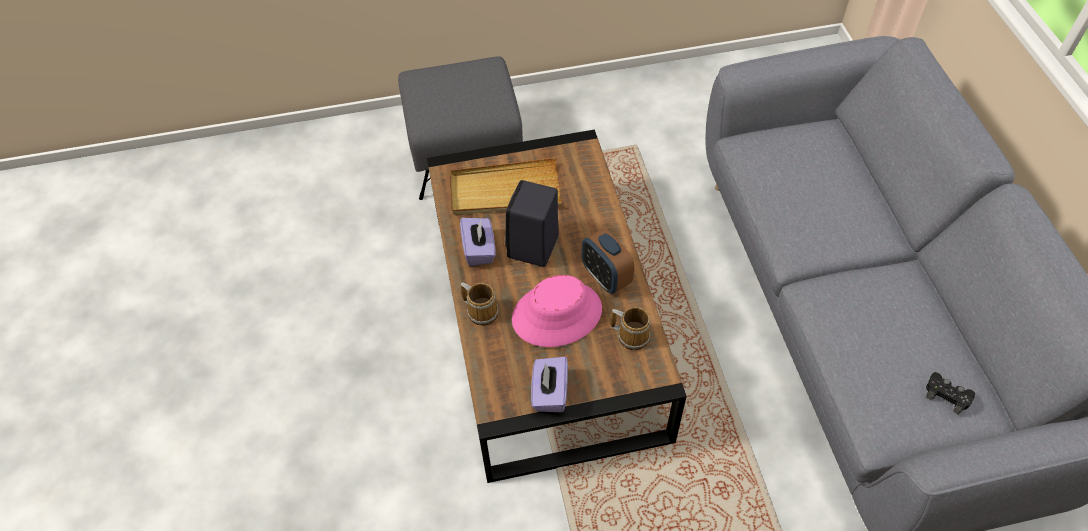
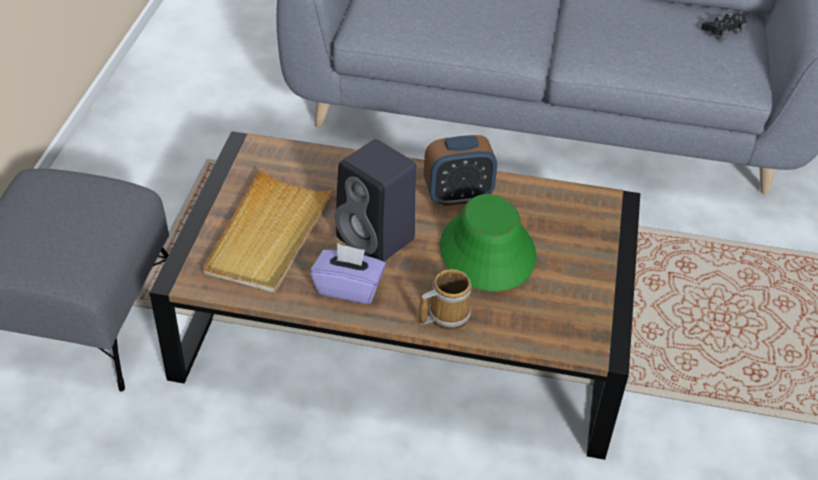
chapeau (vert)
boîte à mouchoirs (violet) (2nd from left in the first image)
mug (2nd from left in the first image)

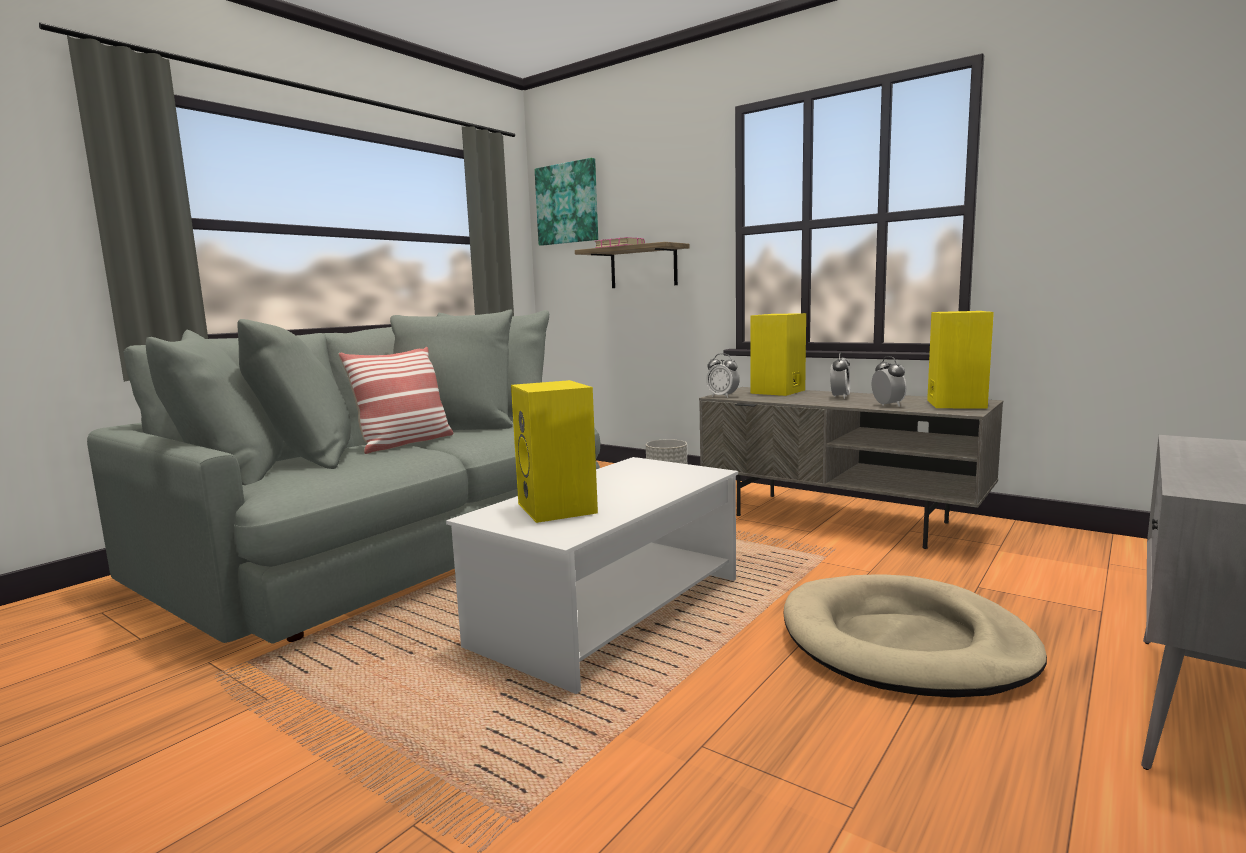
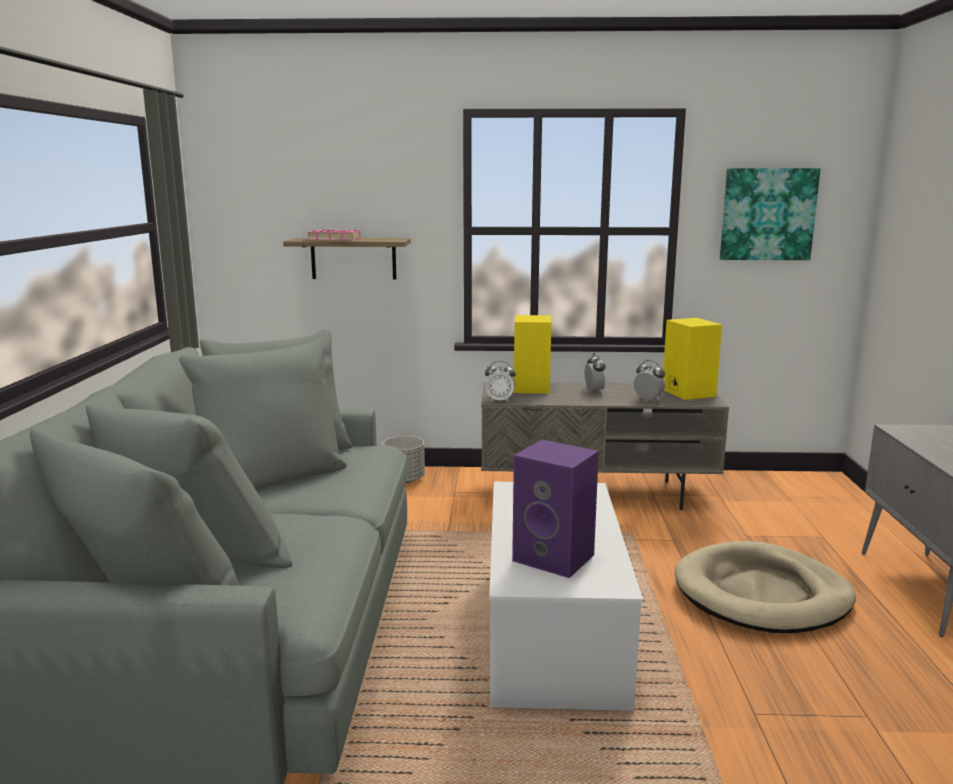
coussin
enceinte (violet)
tableau

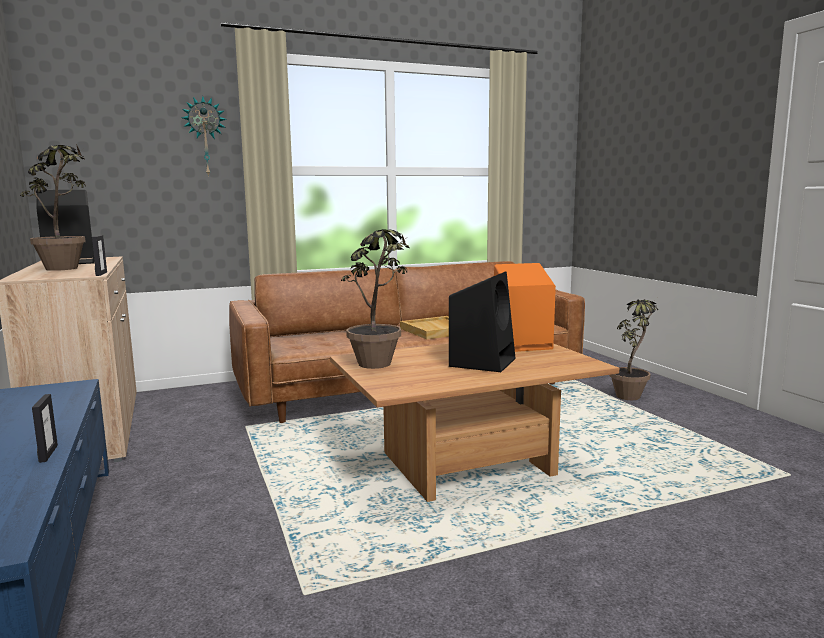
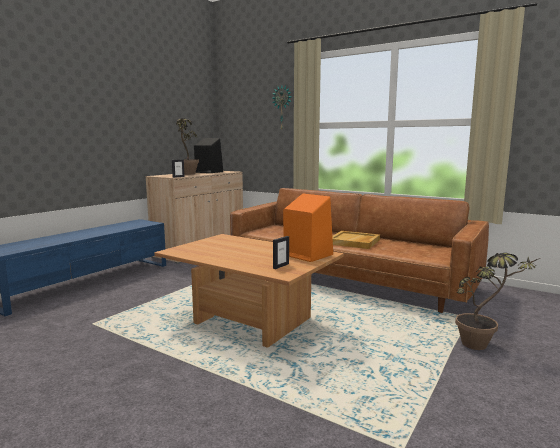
cadre photo (2nd from left)
plante en pot (2nd from left in the first image)
enceinte (noir) (2nd from left in the first image)

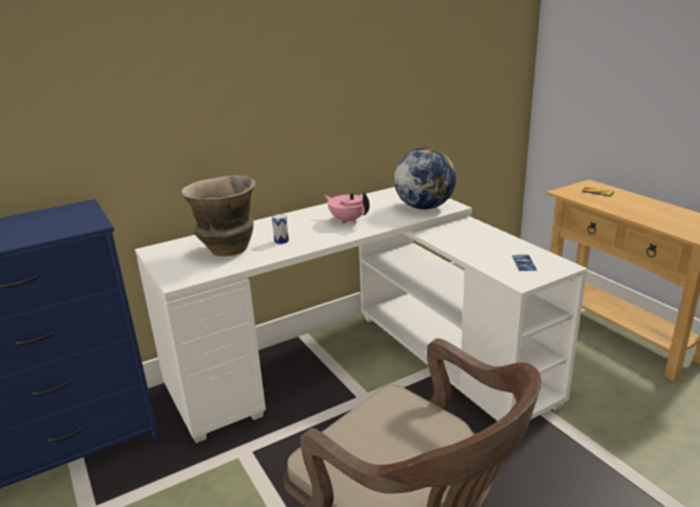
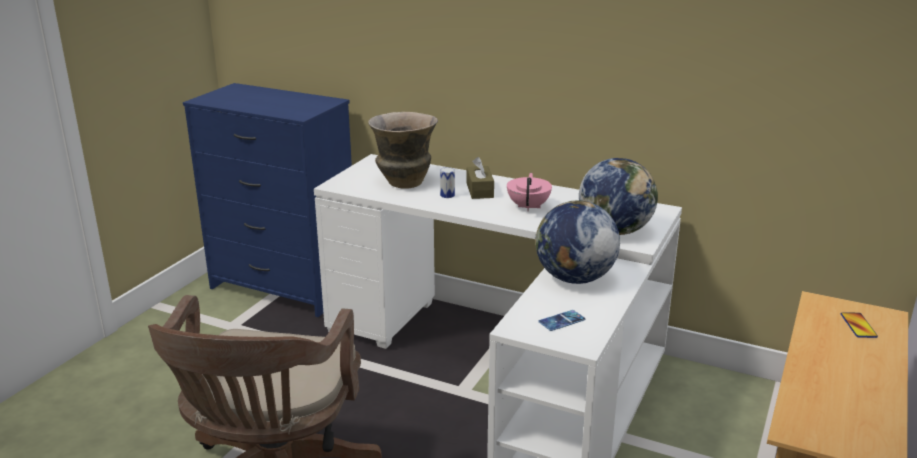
boîte à mouchoirs (marron)
globe (1st from left)

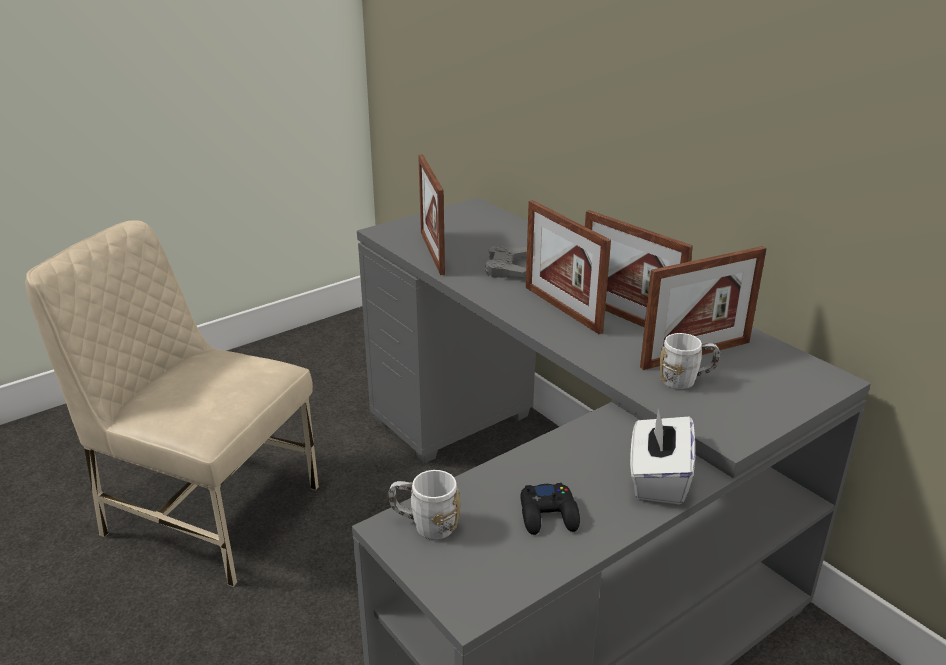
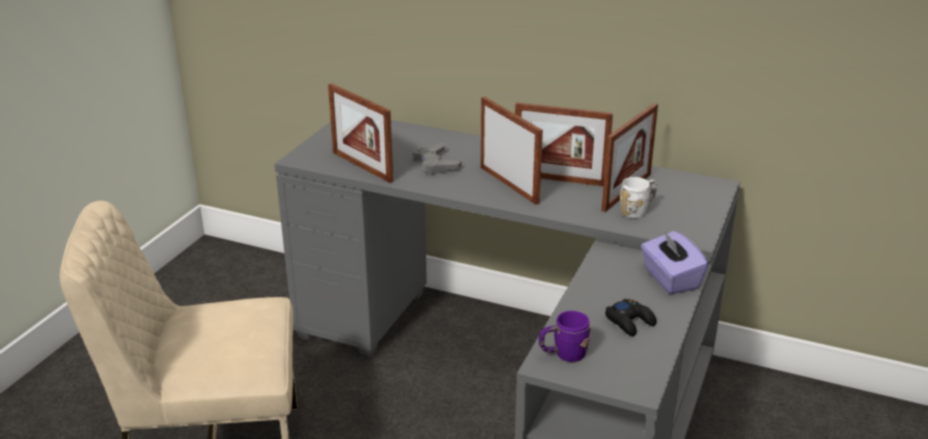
mug (violet)
cadre photo (2nd from left)
boîte à mouchoirs (violet)

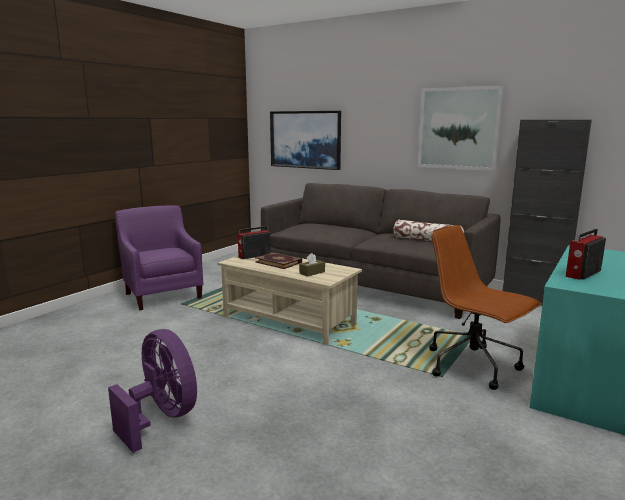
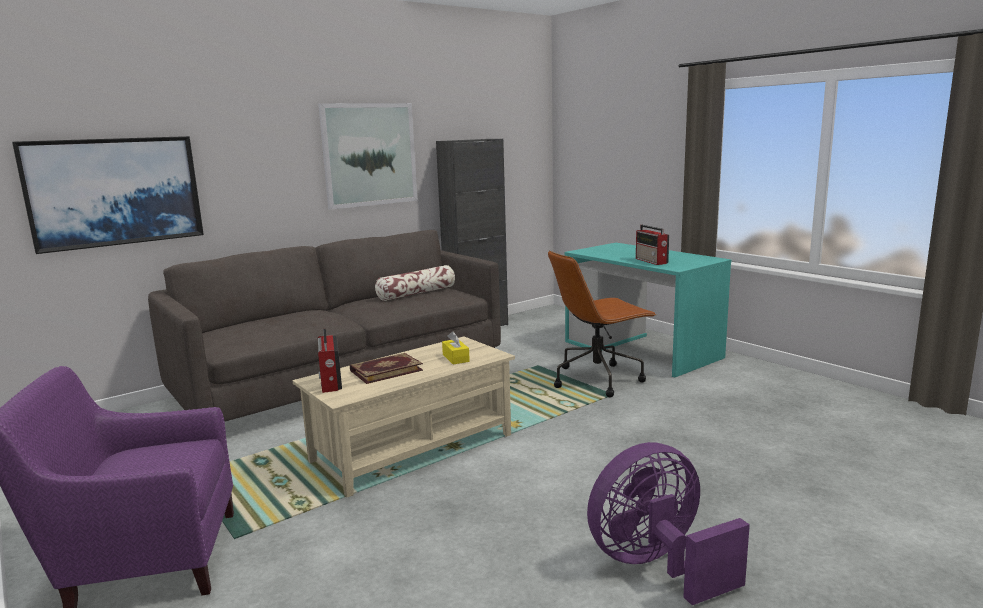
boîte à mouchoirs (jaune)

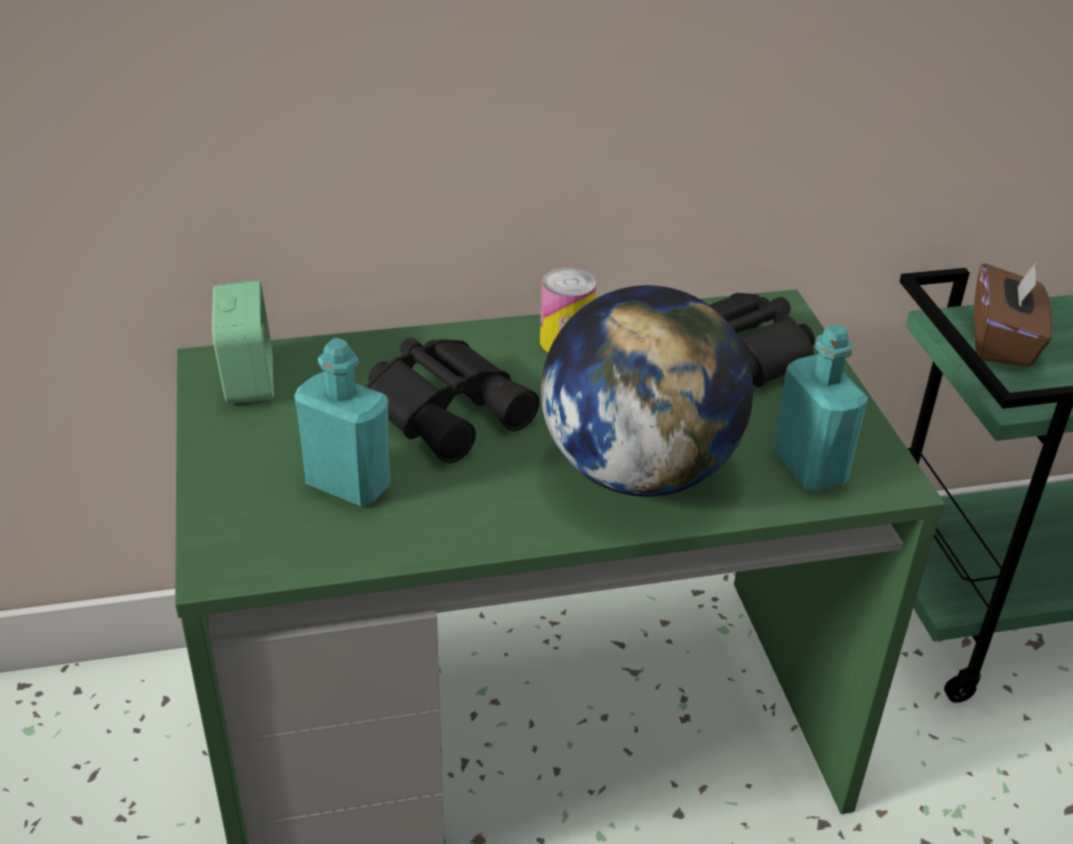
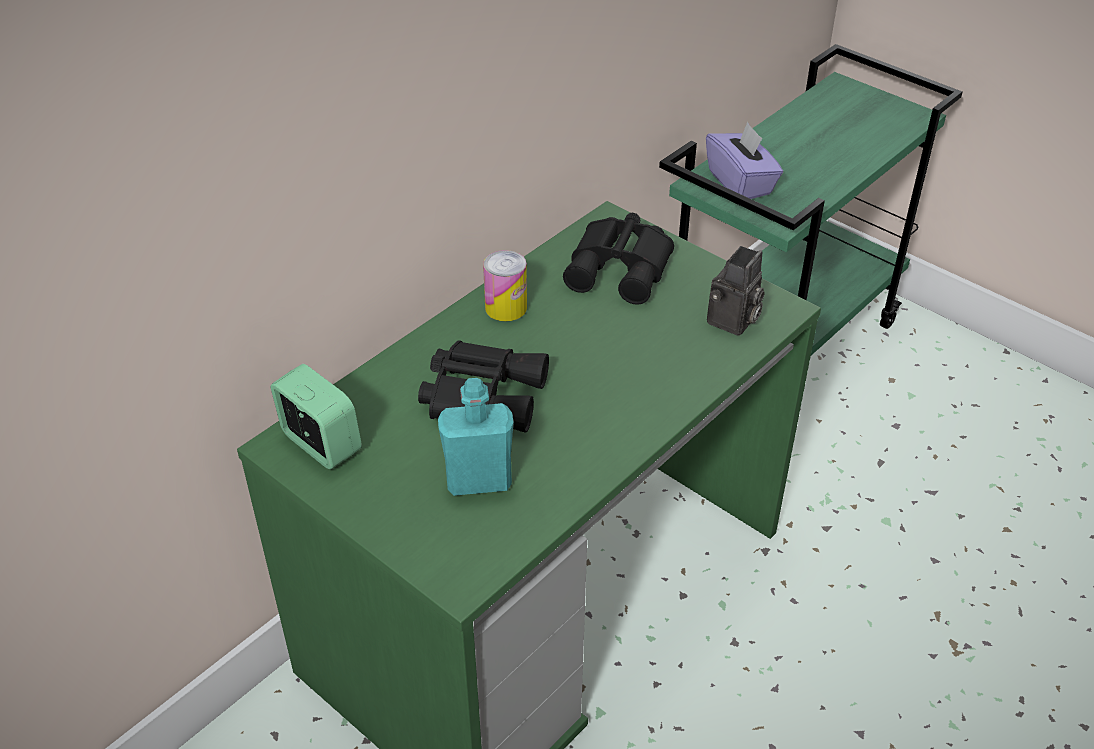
globe
appareil photo
boîte à mouchoirs (violet)

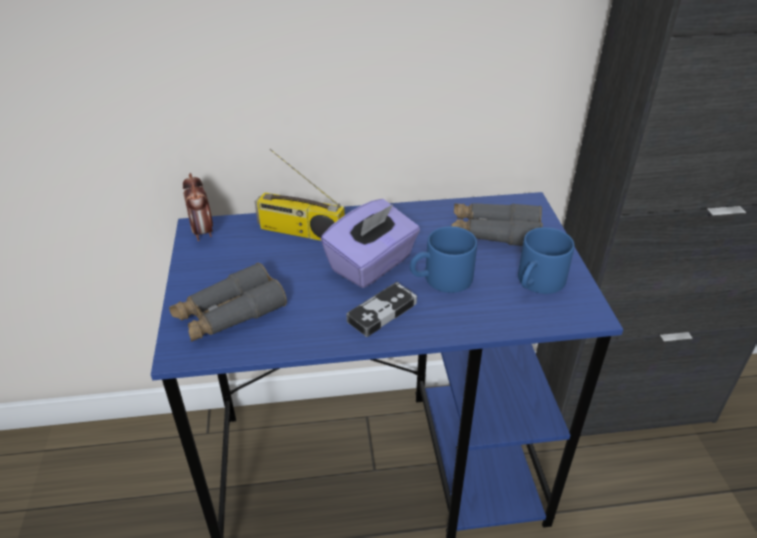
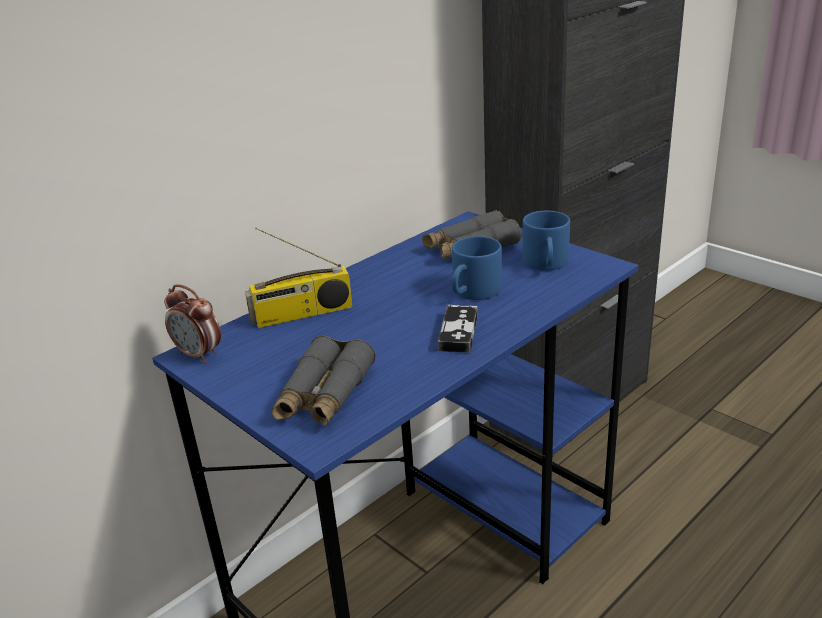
boîte à mouchoirs (violet)

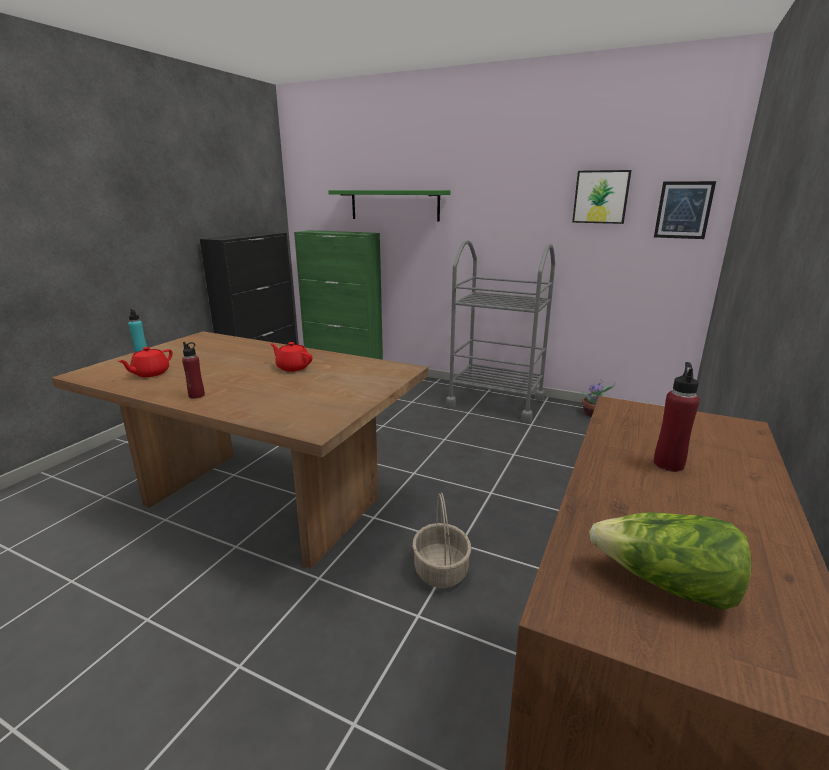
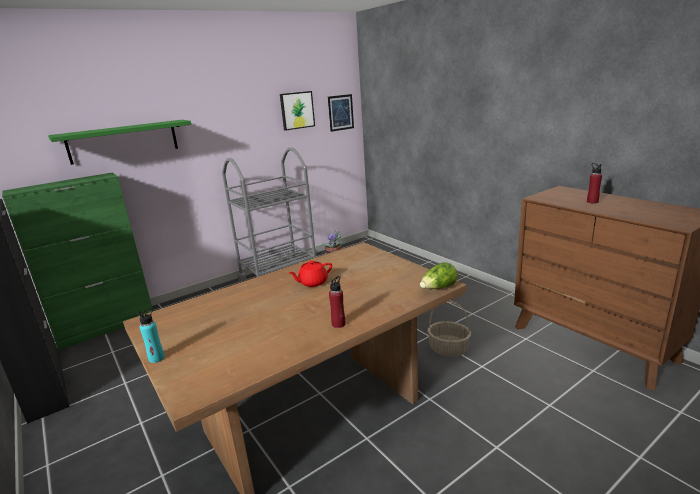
théière (rouge) (1st from left in the first image)
laitue

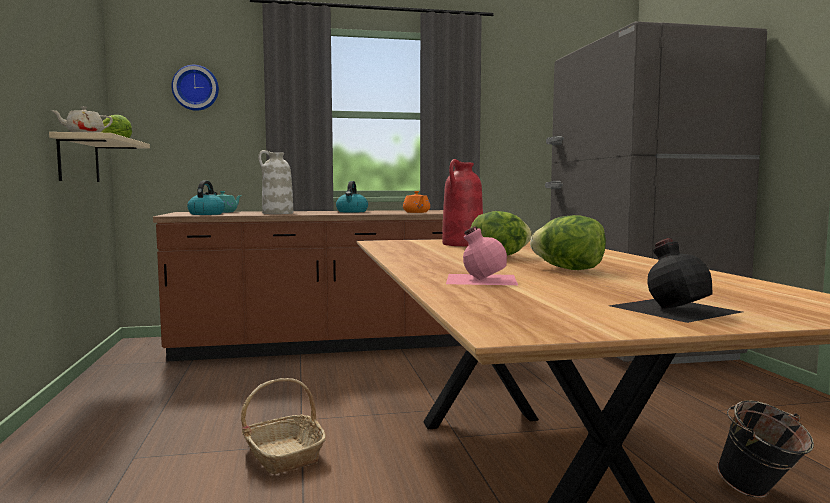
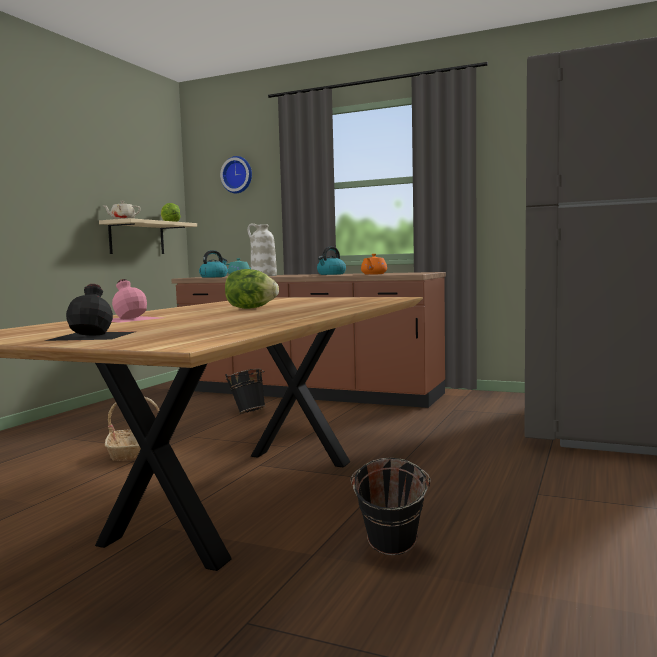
vase (rouge)
laitue (3rd from left in the first image)
seau (noir) (1st from left)

